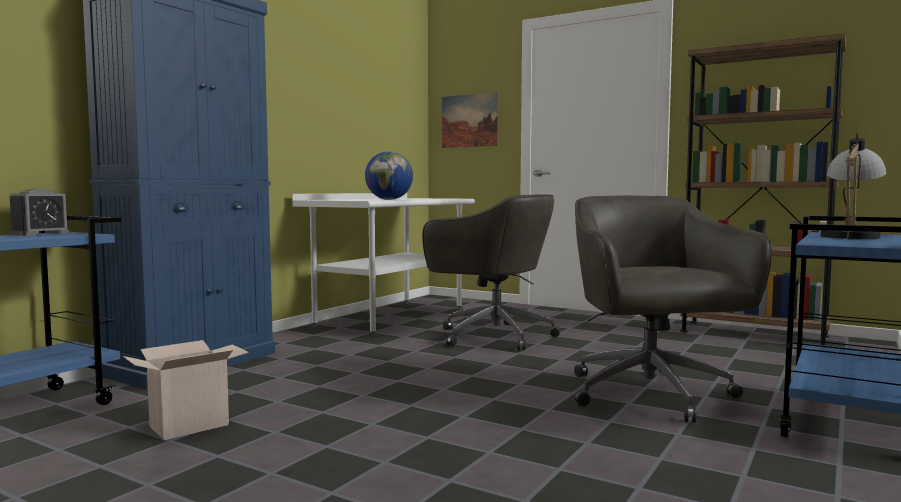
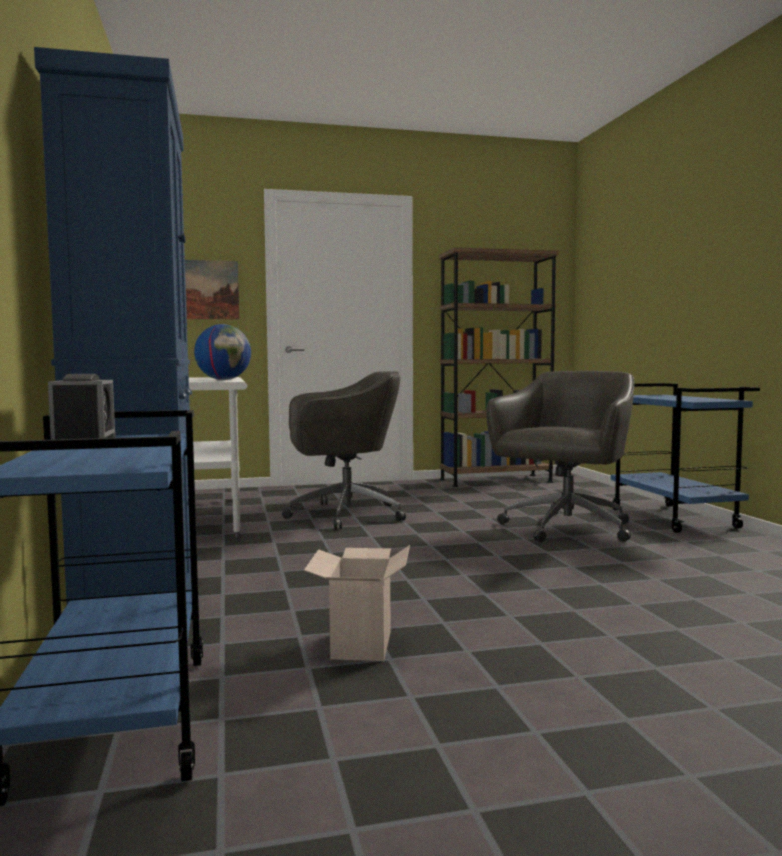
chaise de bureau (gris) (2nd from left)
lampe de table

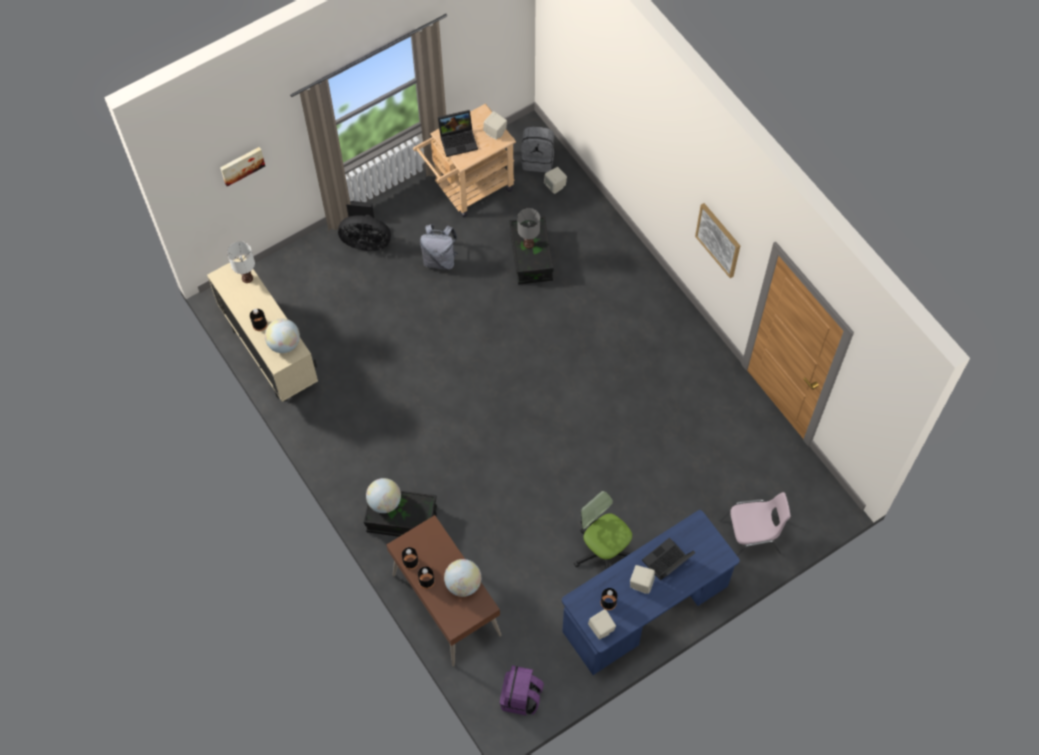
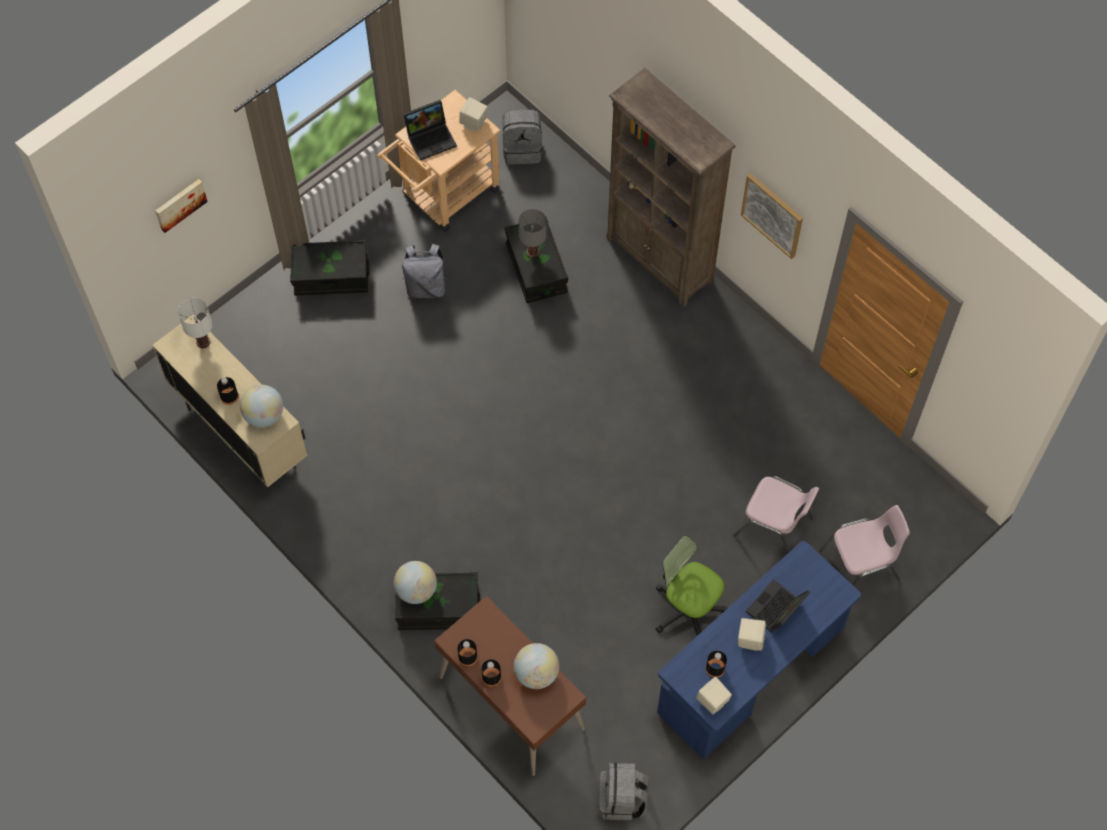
boîte de rangement (noir) (1st from left)
sac à dos (gris) (3rd from left)
enceinte (beige) (2nd from left in the first image)
bibliothèque (marron)
chaise (rose) (1st from left)

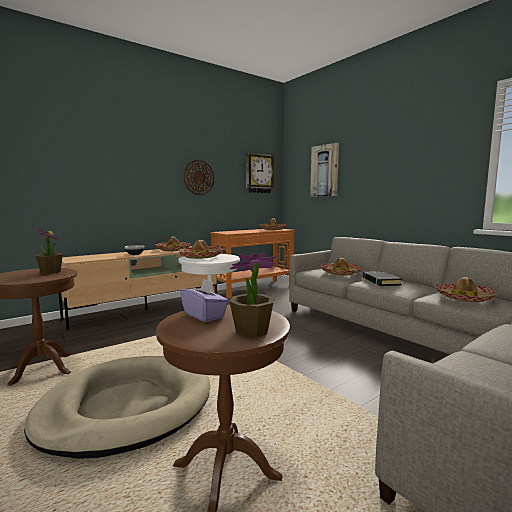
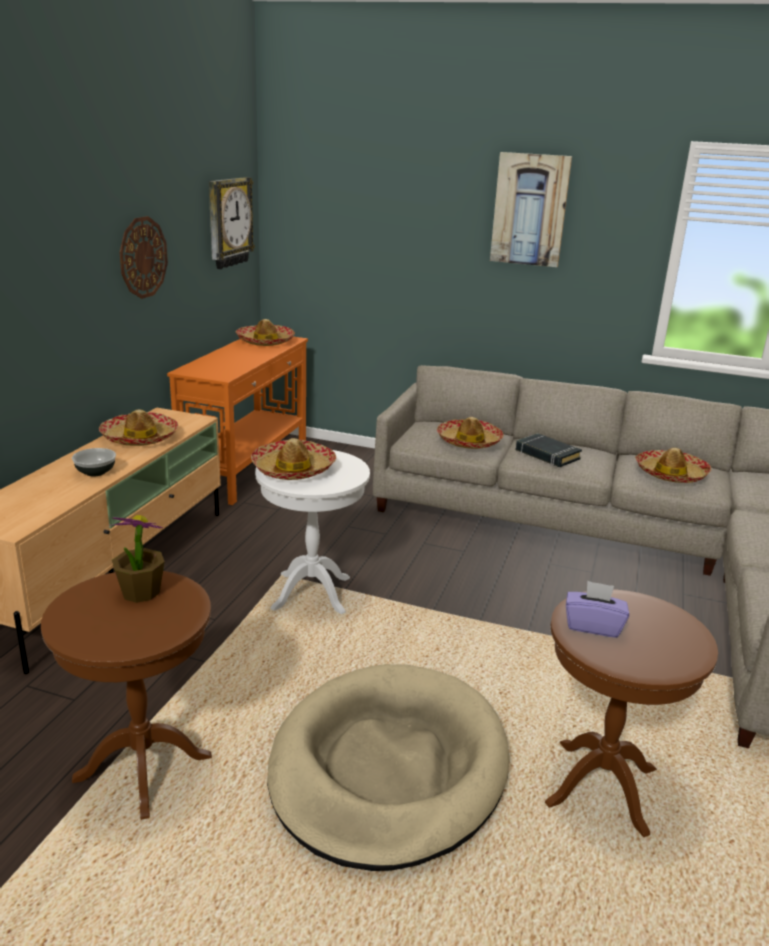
plante en pot (2nd from left in the first image)
tableau

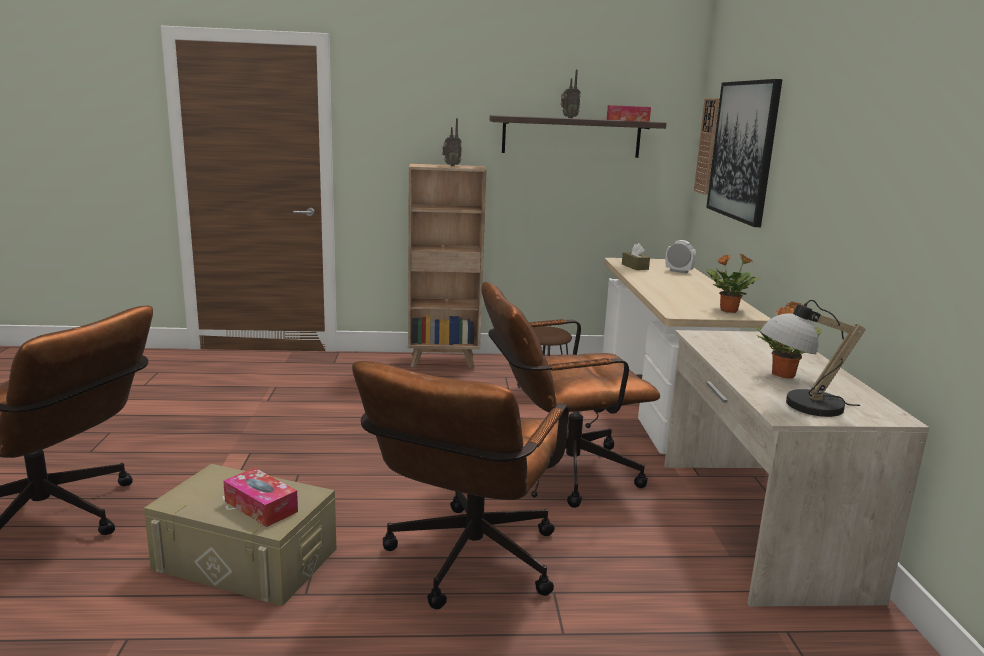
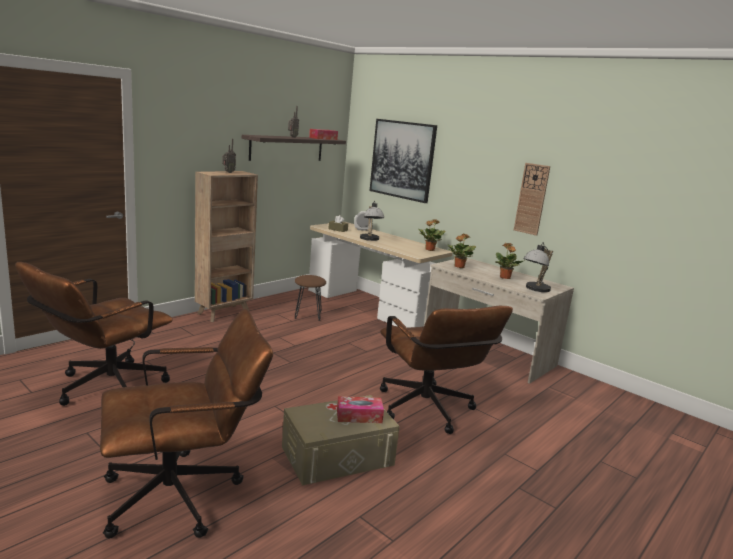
chaise de bureau (marron) (1st from left)
horloge murale
lampe de table (1st from left)
plante en pot (2nd from left)

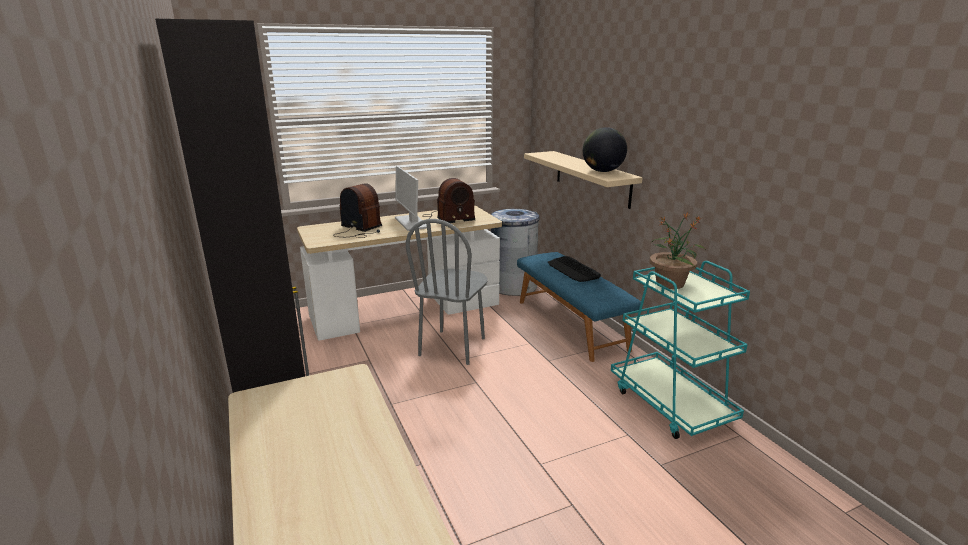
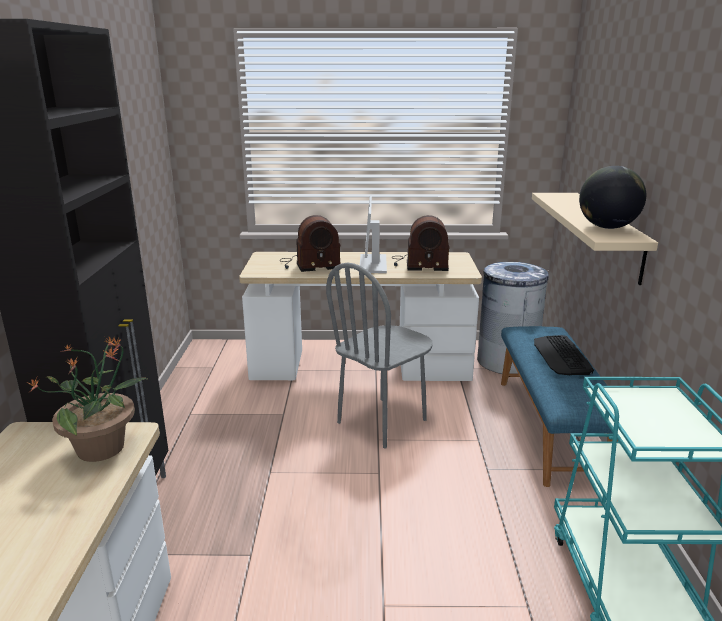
radio (1st from left)
plante en pot

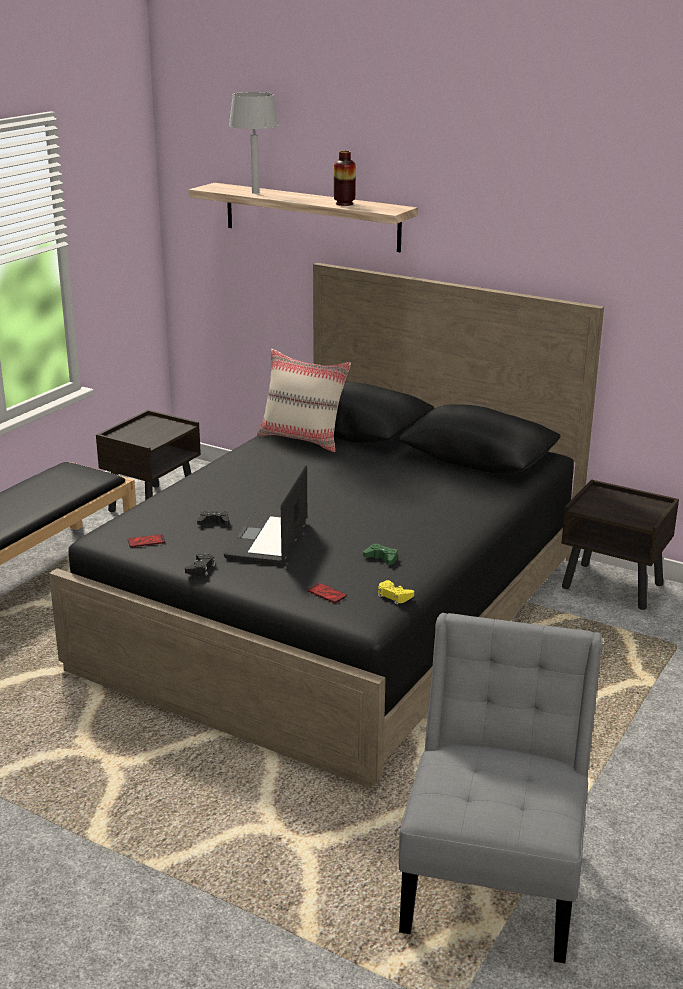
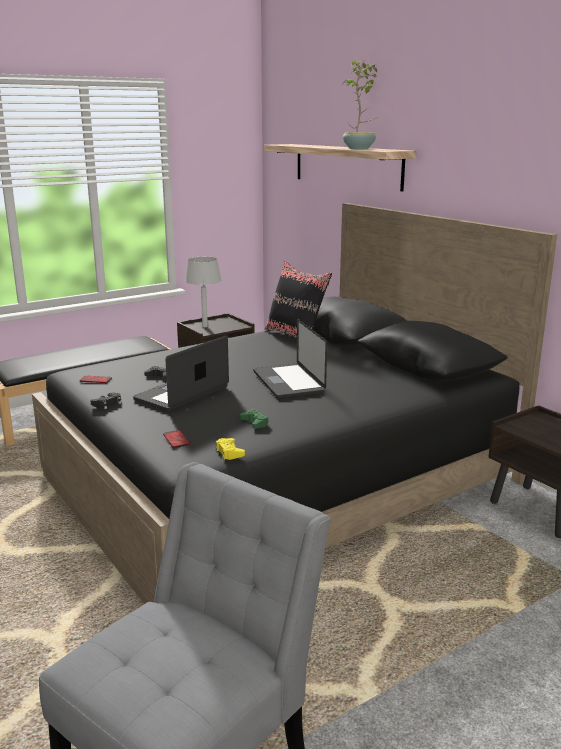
lampe de table (gris)
coussin (noir)
plante en pot
ordinateur portable (2nd from left)

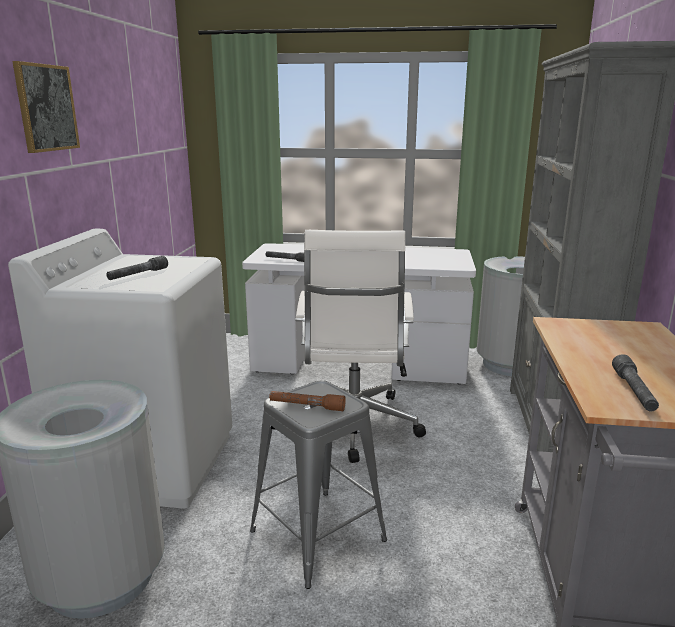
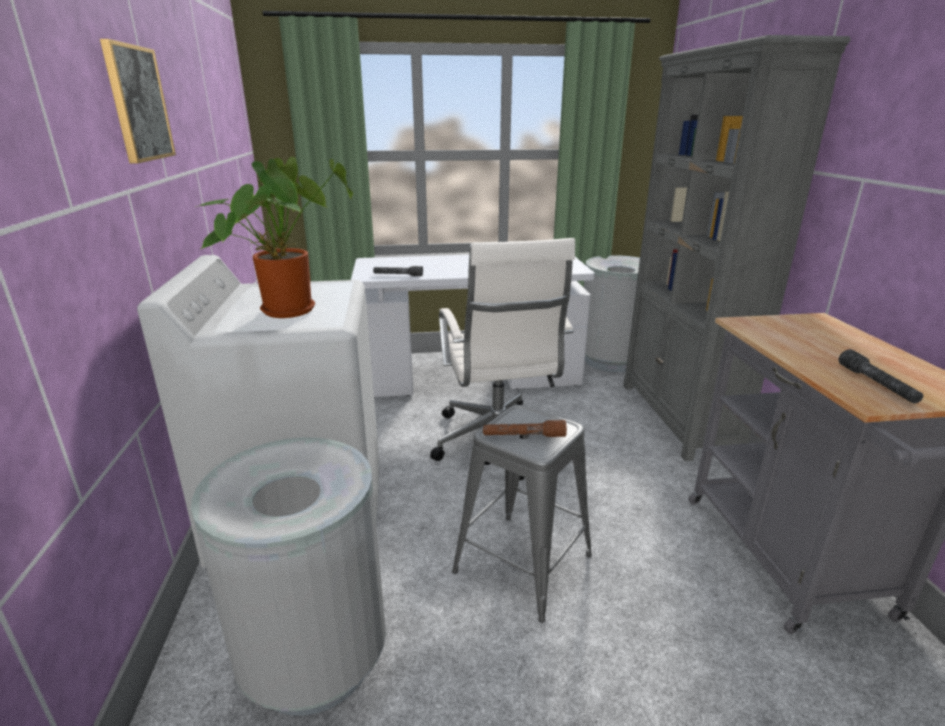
plante en pot

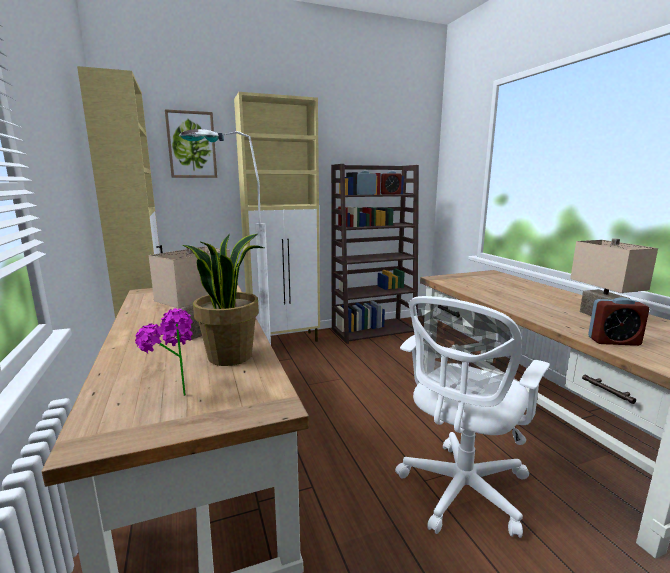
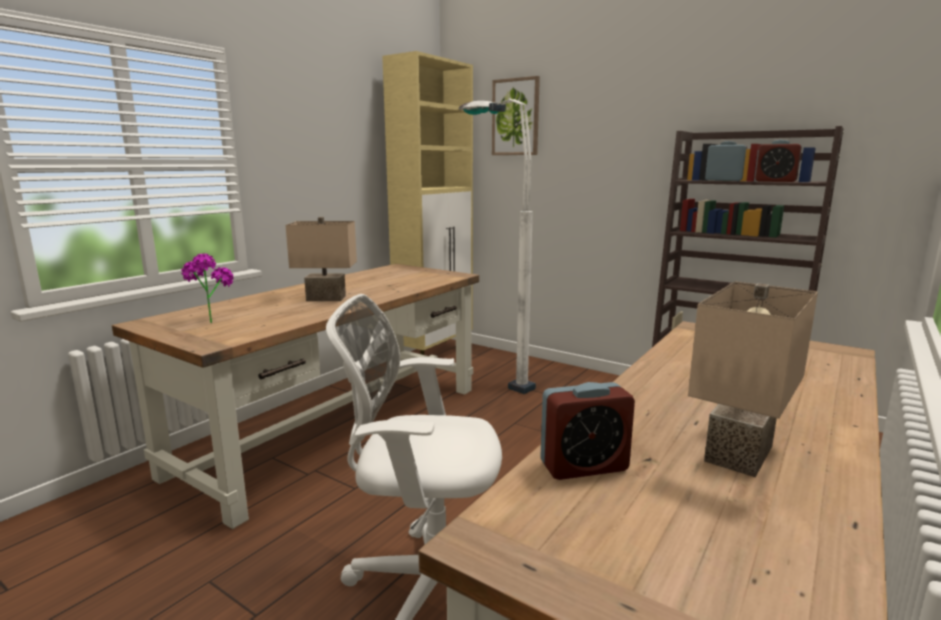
plante en pot (2nd from left in the first image)
meuble de rangement (beige) (2nd from left in the first image)
réveil (1st from left)

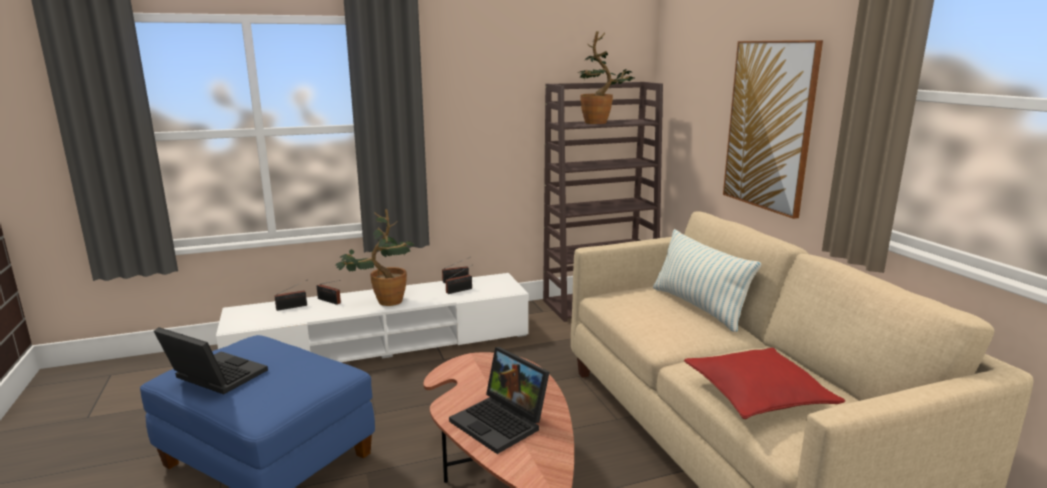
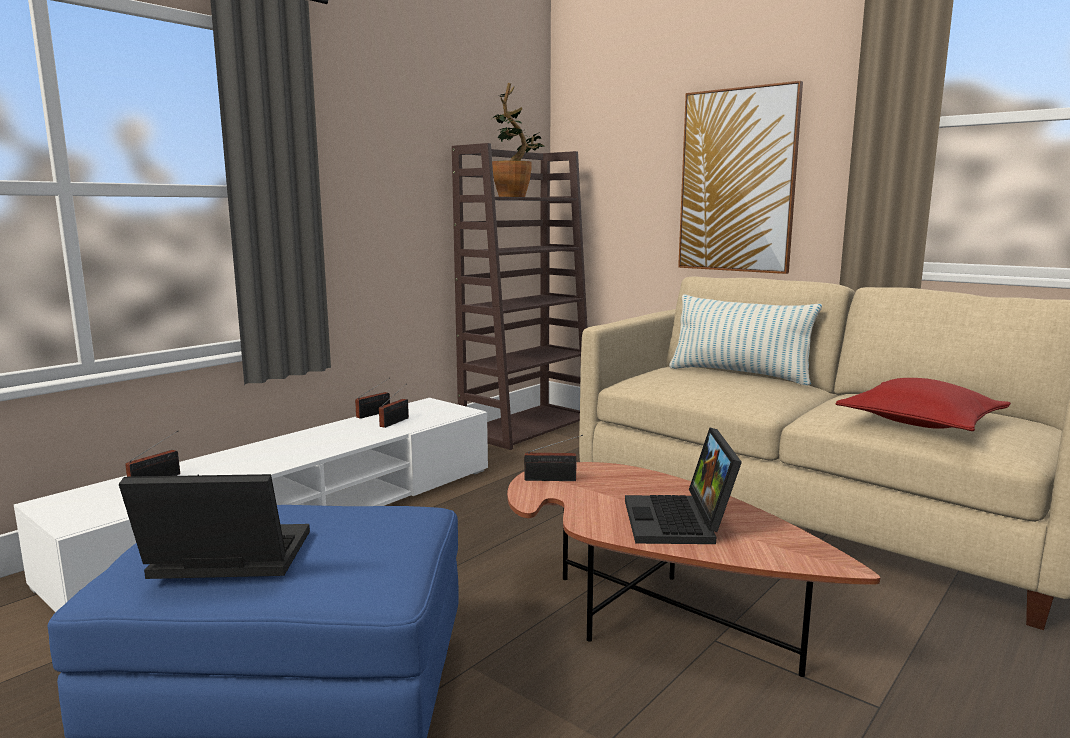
radio (4th from left)
plante en pot (1st from left in the first image)
ordinateur portable (2nd from left)

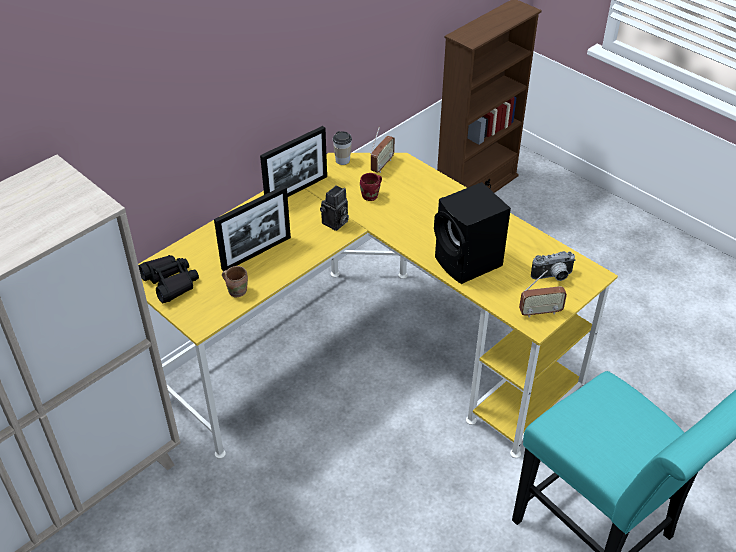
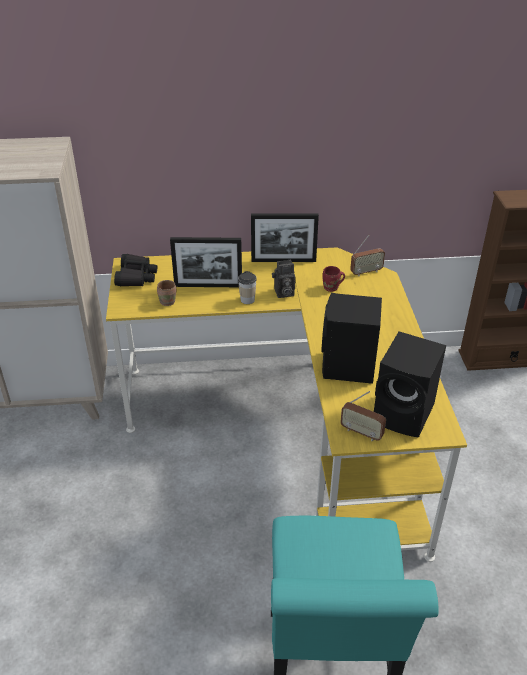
tasse
enceinte (noir) (2nd from left)

